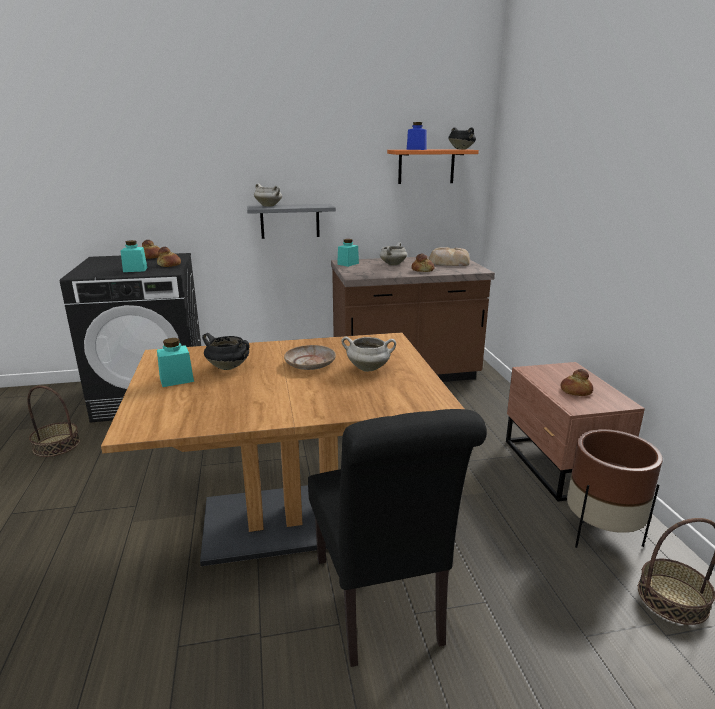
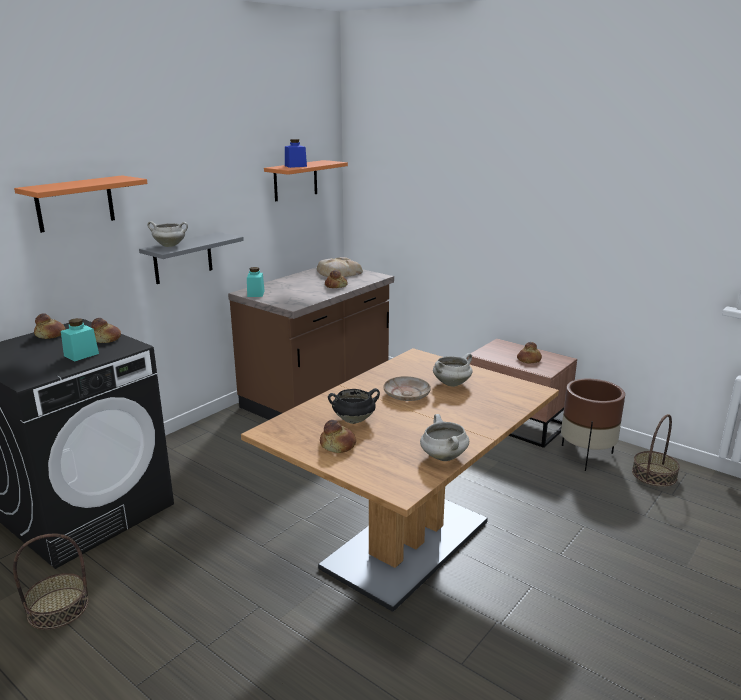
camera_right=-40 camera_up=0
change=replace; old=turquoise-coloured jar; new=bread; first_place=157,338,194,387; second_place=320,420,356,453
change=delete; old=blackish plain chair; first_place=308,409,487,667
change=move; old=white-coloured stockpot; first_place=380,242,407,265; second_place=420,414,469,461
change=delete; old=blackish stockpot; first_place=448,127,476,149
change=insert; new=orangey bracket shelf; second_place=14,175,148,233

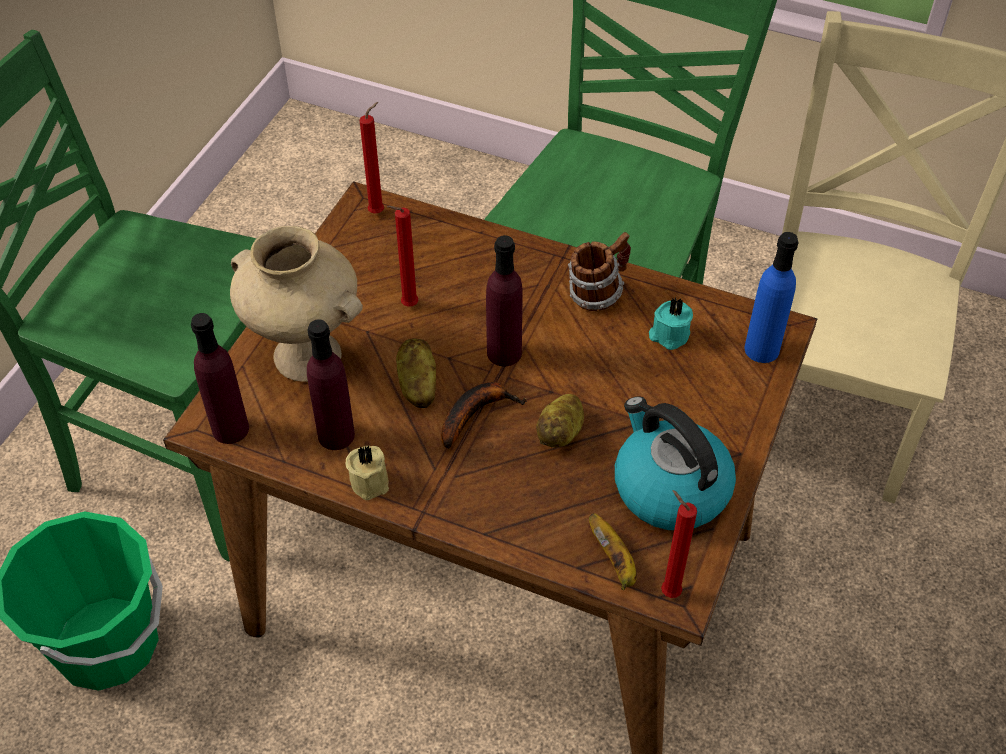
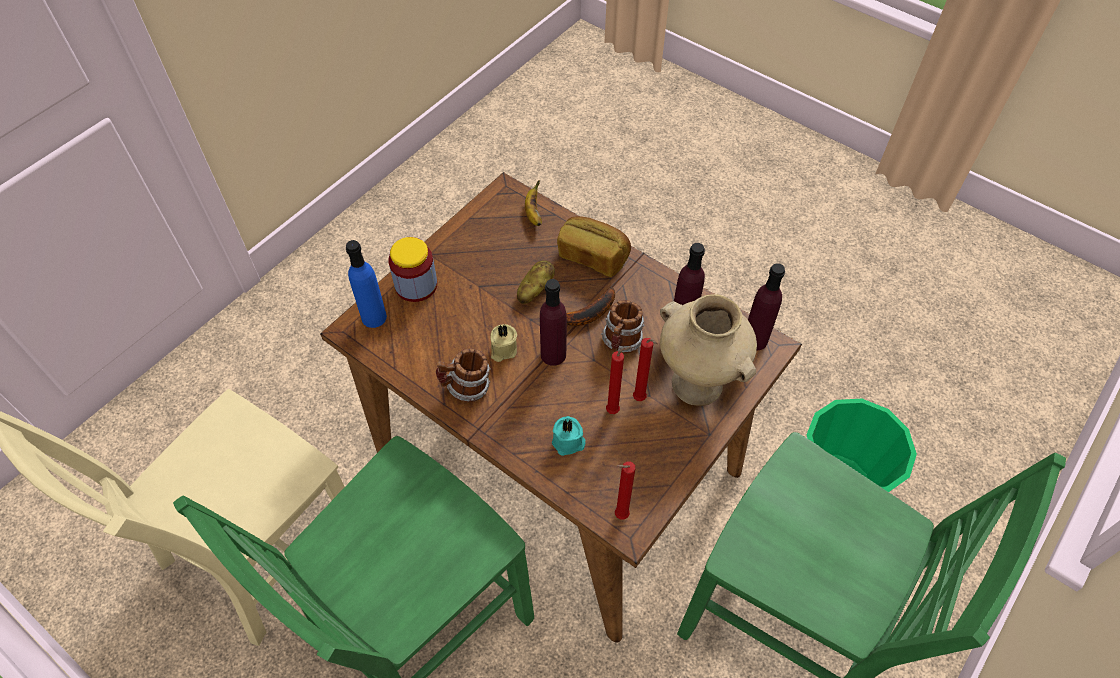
camera_right=-165 camera_up=5
change=move; old=sand-coloured wax candle; first_place=346,446,389,500; second_place=490,324,517,362
change=replace; old=spud; new=coffee mug; first_place=396,338,436,408; second_place=601,300,644,354
change=delete; old=tea kettle; first_place=615,396,736,530
change=move; old=turquoise-coloured wax candle; first_place=649,297,693,350; second_place=552,416,586,456
change=move; old=red wax candle; first_place=661,490,697,598; second_place=633,338,658,401
change=insert; new=jar; second_place=388,237,437,302
change=insert; new=bread; second_place=557,216,631,277

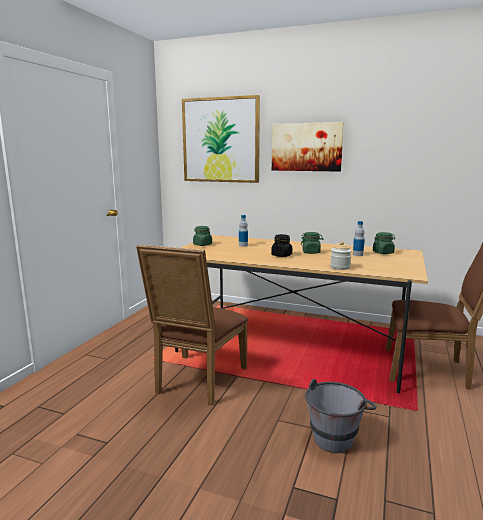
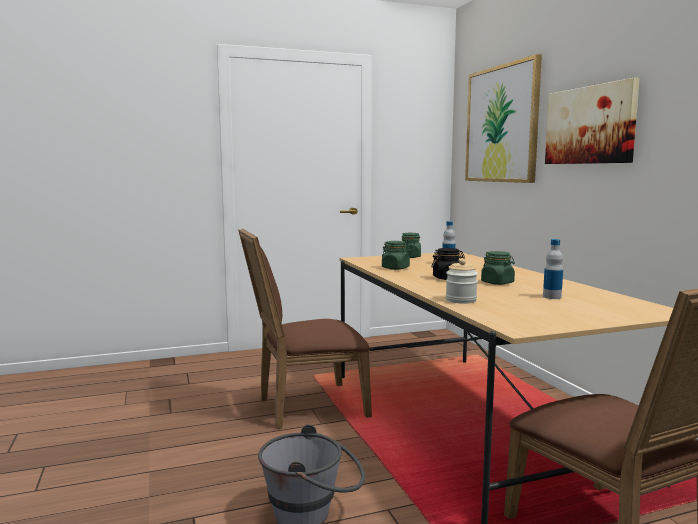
camera_right=50 camera_up=-5
change=move; old=greenish jar; first_place=373,232,395,254; second_place=382,241,411,270

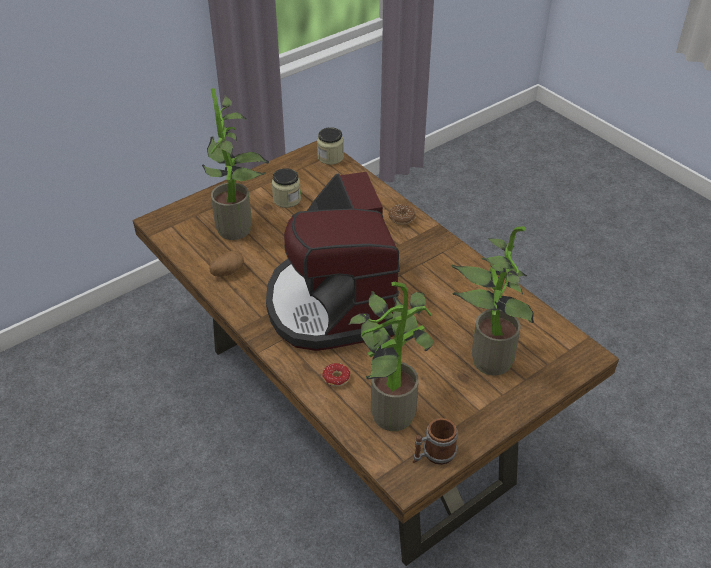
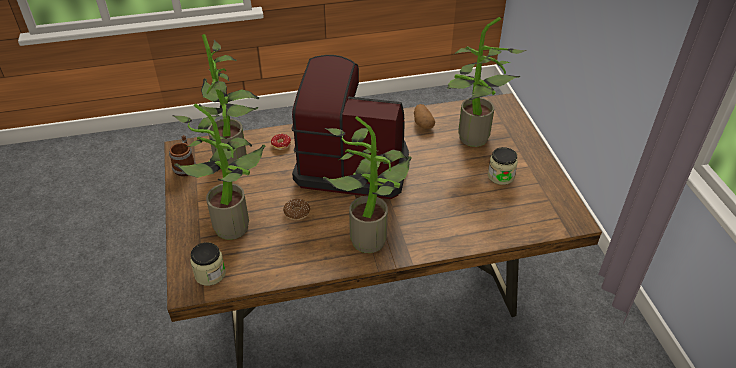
camera_right=115 camera_up=0
change=move; old=jar; first_place=317,127,344,165; second_place=190,242,226,286
change=move; old=donut; first_place=388,204,416,225; second_place=283,199,310,220
change=insert; new=houseplant; second_place=323,116,411,253

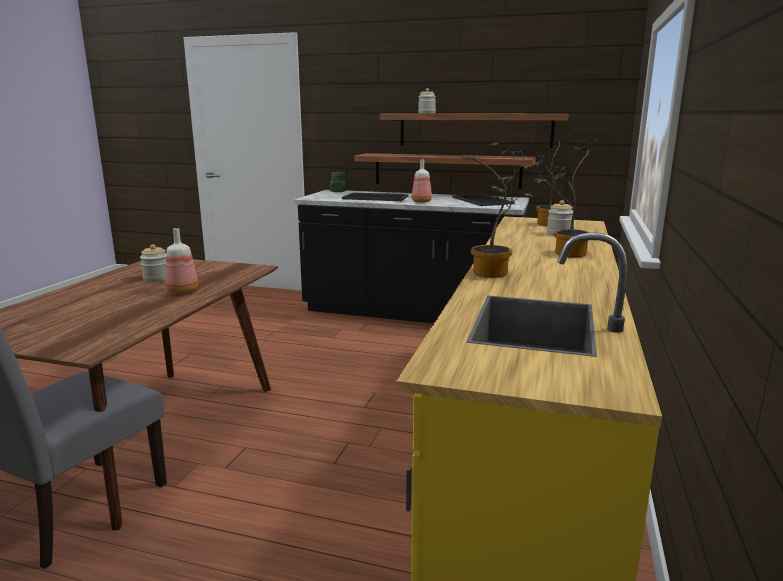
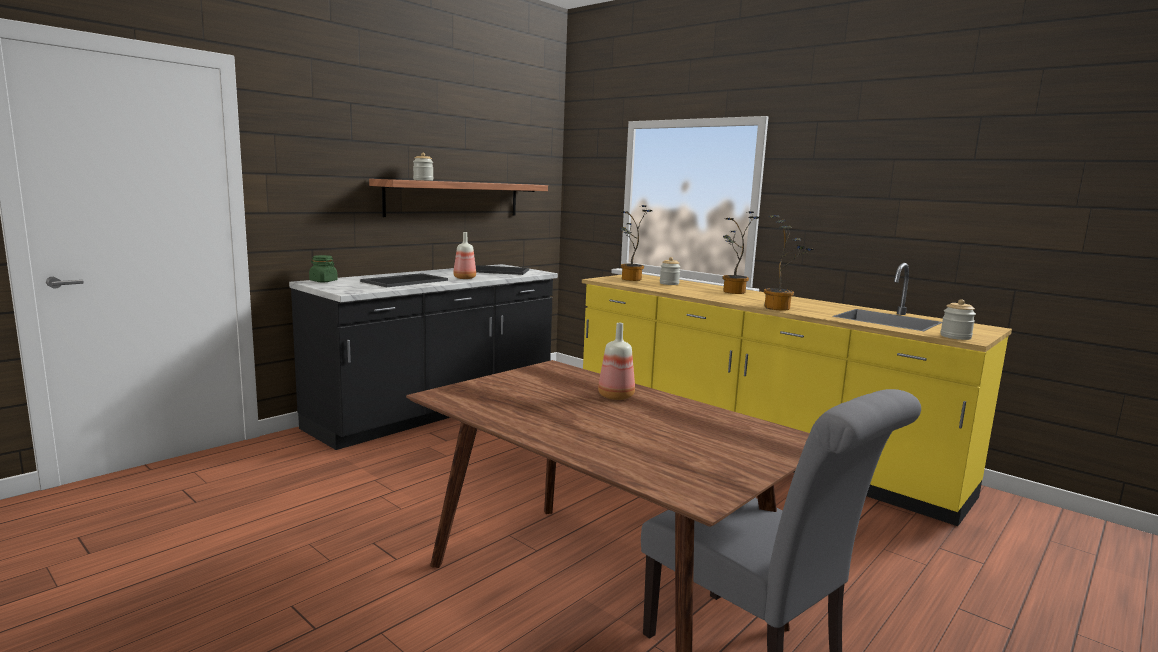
camera_right=-65 camera_up=-5
change=move; old=jar; first_place=140,244,166,282; second_place=940,299,976,340
change=delete; old=bracket shelf; first_place=354,153,536,189

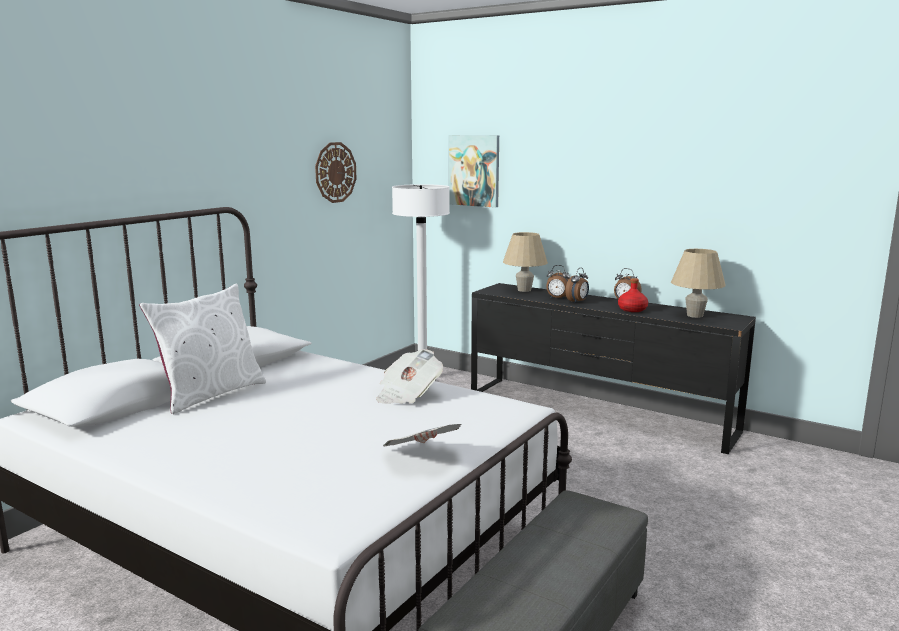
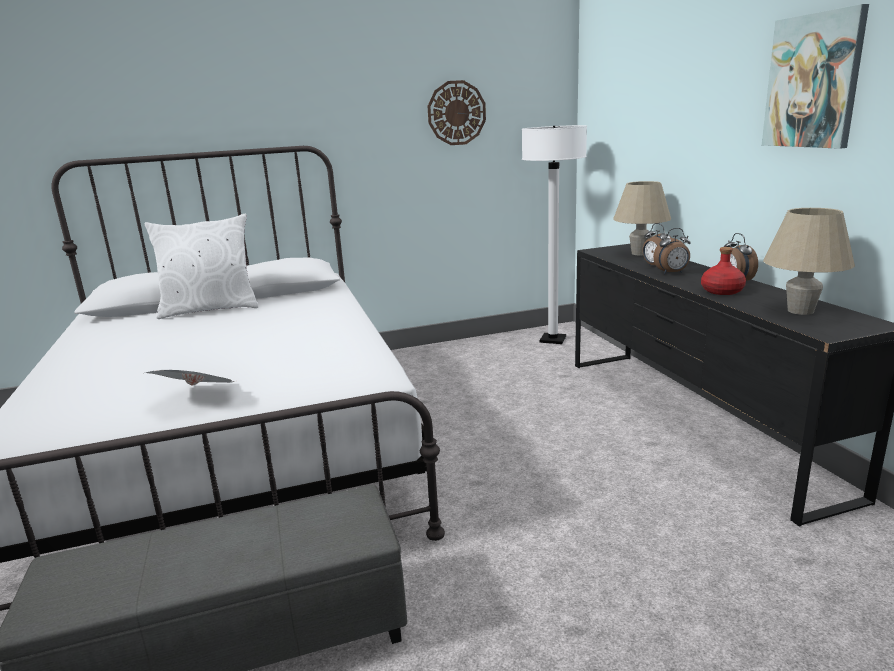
camera_right=40 camera_up=5
change=delete; old=newspaper; first_place=376,349,443,404
change=move; old=picture; first_place=449,135,499,208; second_place=762,4,869,149

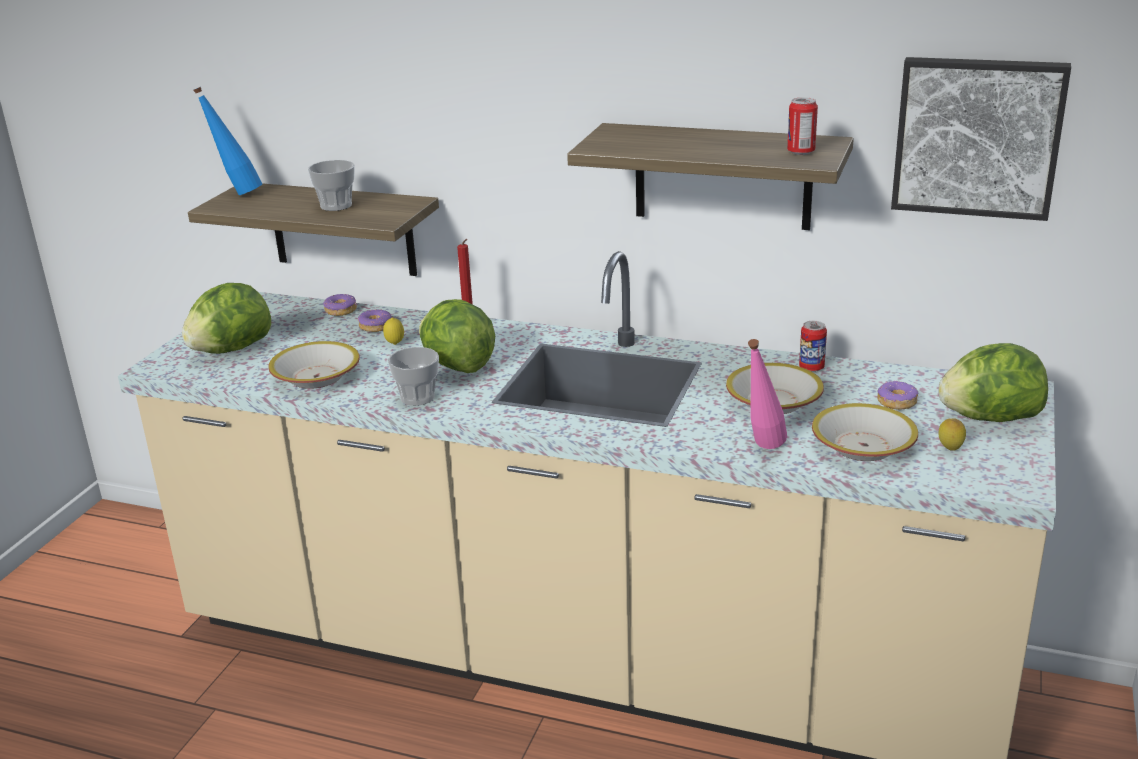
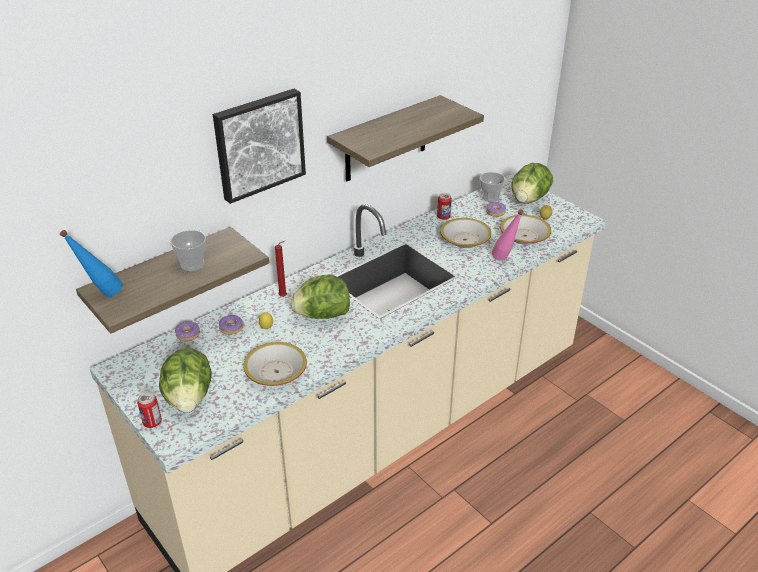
camera_right=-60 camera_up=10
change=move; old=drinking cup; first_place=388,347,439,406; second_place=480,172,505,202
change=move; old=sealed can; first_place=787,97,818,155; second_place=137,392,162,428
change=move; old=picture; first_place=891,57,1071,221; second_place=213,89,306,204

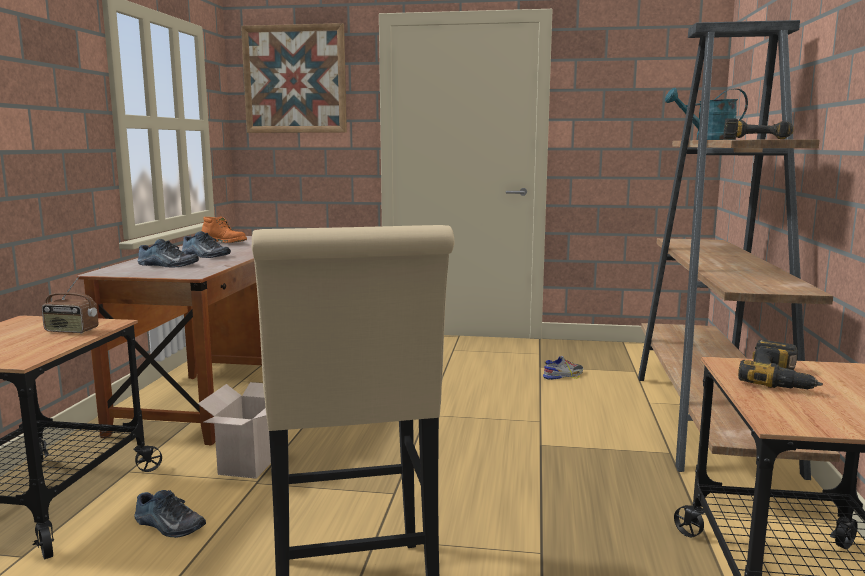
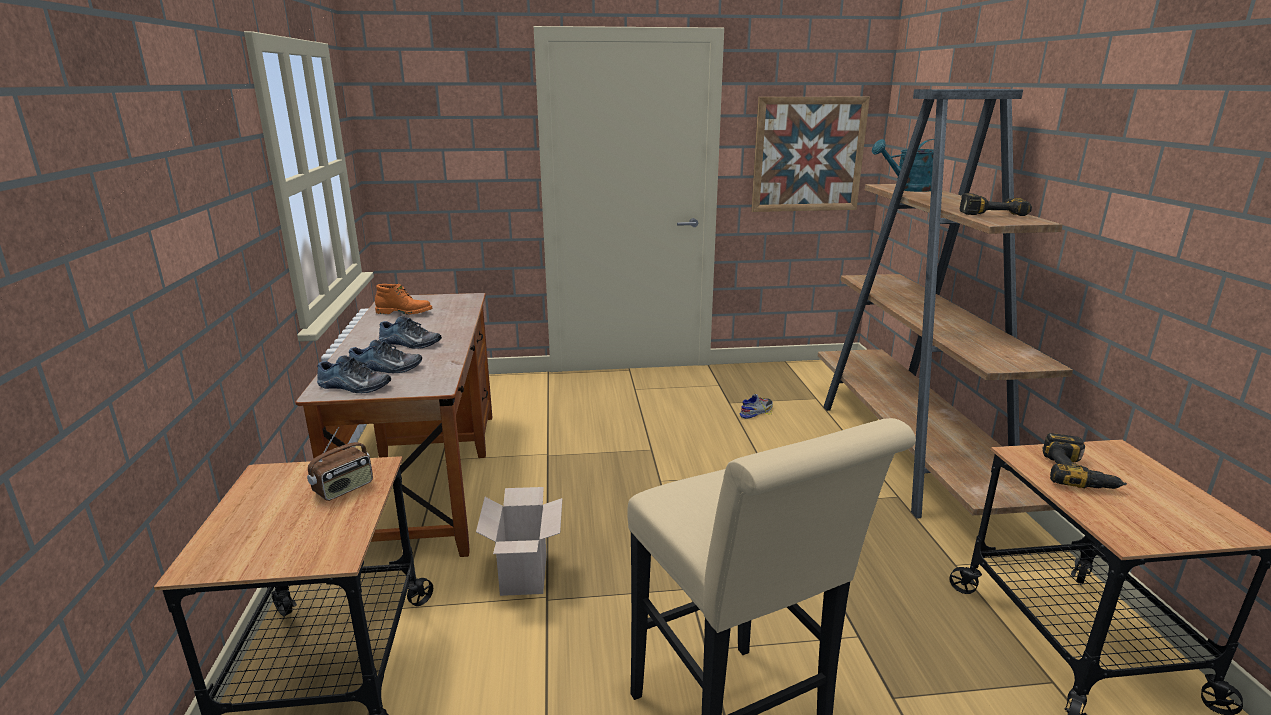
camera_right=-15 camera_up=10
change=rotate; old=radio; first_place=42,276,98,334; second_place=307,427,373,501; degrees=-45
change=move; old=low shoe; first_place=134,490,206,538; second_place=317,355,391,393
change=move; old=picture; first_place=241,23,347,133; second_place=751,97,870,212

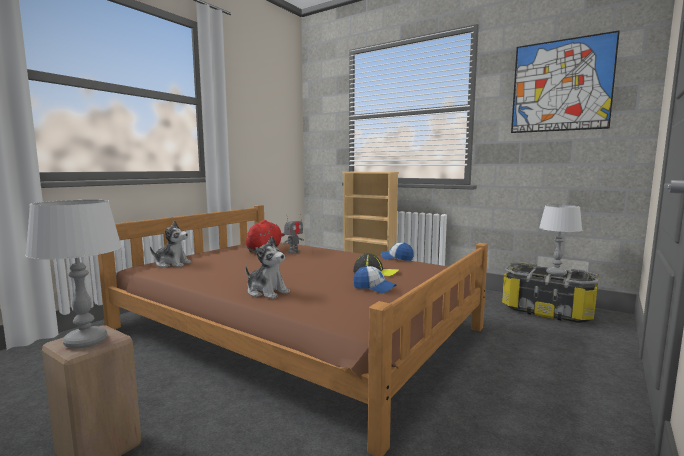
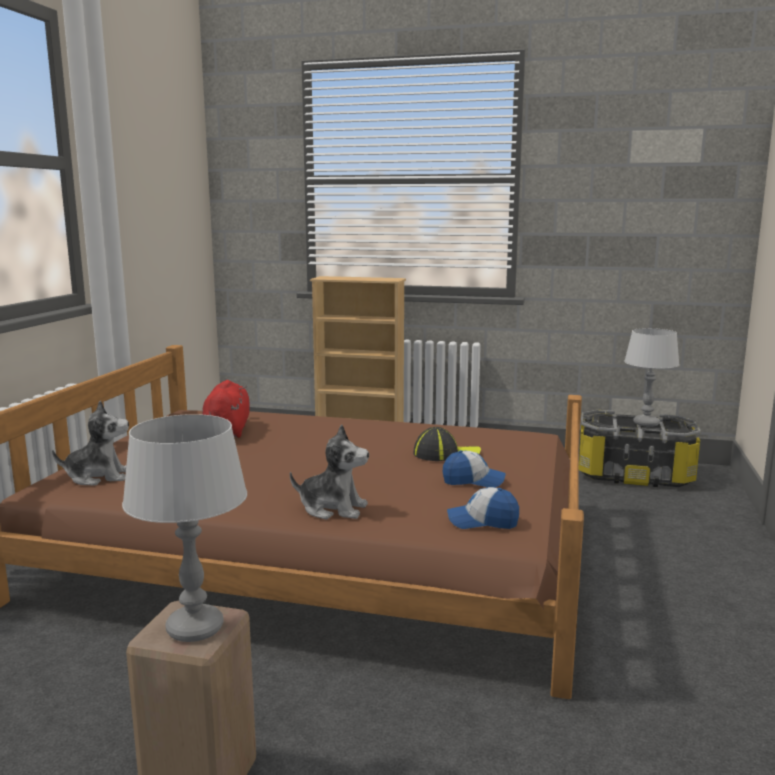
camera_right=-20 camera_up=5
change=delete; old=toy robot; first_place=282,214,304,254
change=move; old=peaked cap; first_place=381,243,414,261; second_place=447,487,519,529
change=delete; old=picture; first_place=511,30,620,133

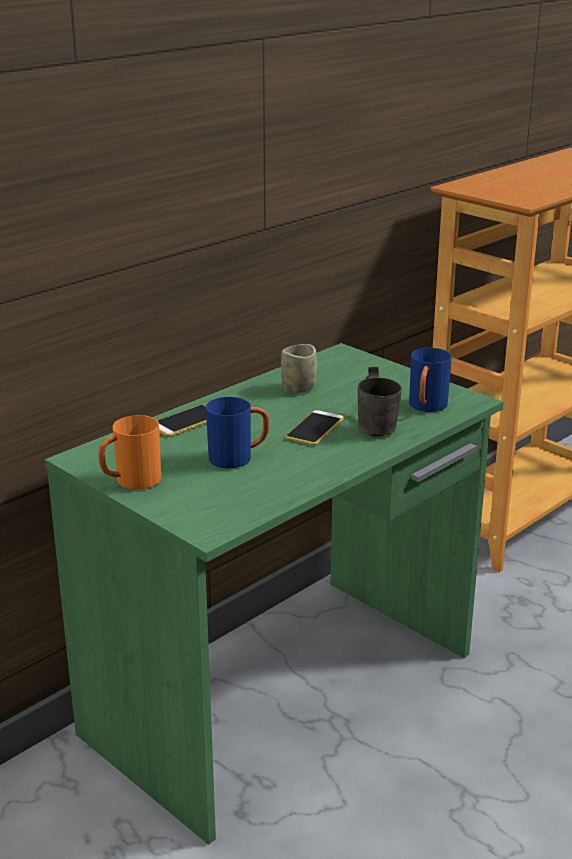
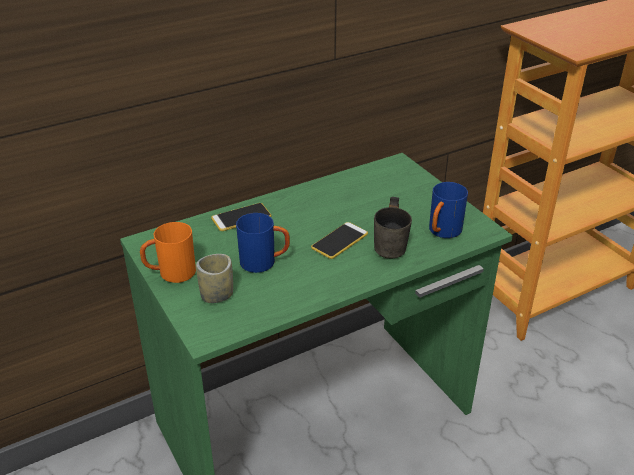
camera_right=15 camera_up=10
change=move; old=drinking cup; first_place=281,344,317,394; second_place=196,254,233,303

